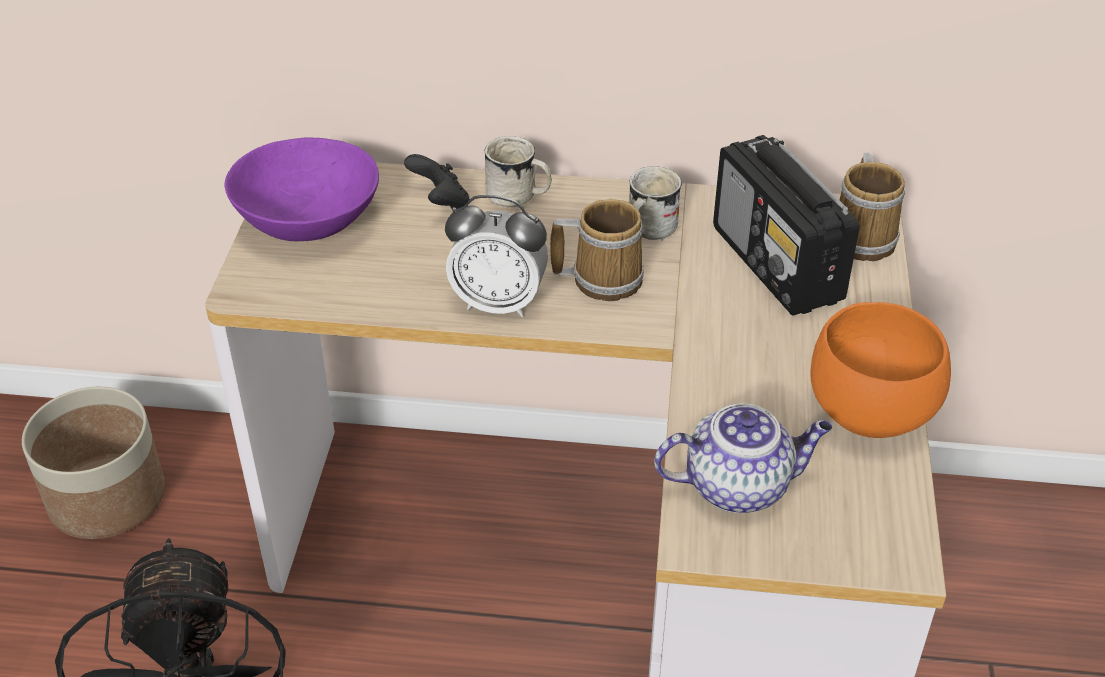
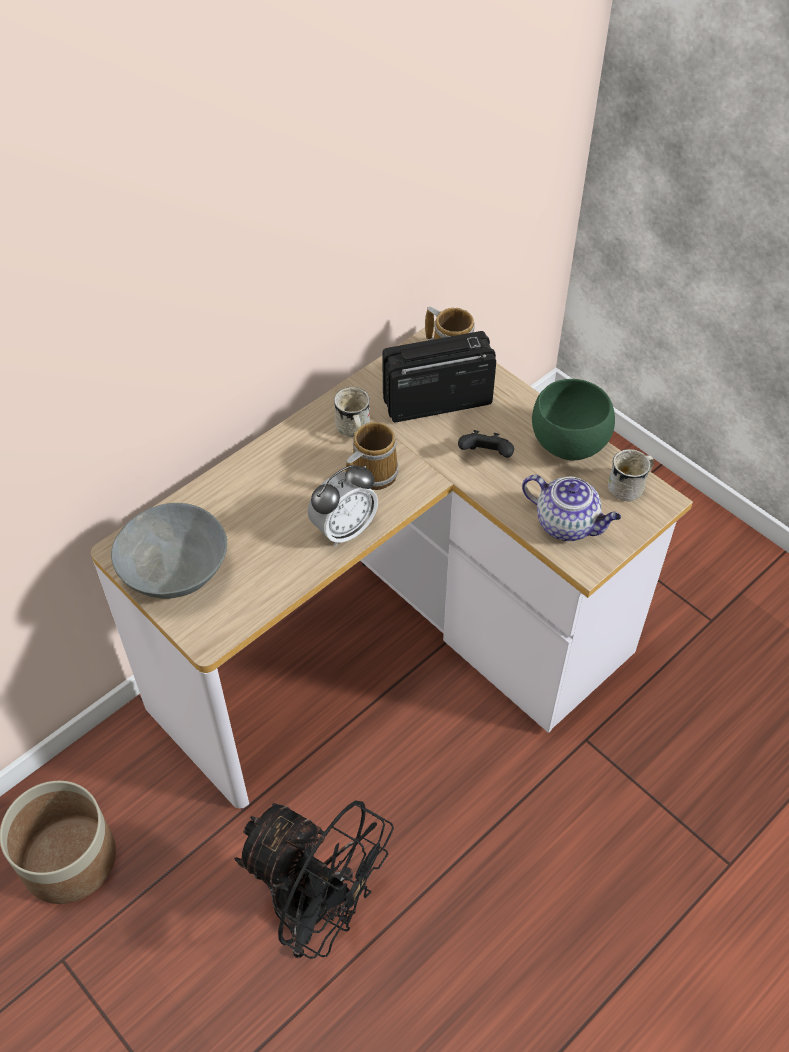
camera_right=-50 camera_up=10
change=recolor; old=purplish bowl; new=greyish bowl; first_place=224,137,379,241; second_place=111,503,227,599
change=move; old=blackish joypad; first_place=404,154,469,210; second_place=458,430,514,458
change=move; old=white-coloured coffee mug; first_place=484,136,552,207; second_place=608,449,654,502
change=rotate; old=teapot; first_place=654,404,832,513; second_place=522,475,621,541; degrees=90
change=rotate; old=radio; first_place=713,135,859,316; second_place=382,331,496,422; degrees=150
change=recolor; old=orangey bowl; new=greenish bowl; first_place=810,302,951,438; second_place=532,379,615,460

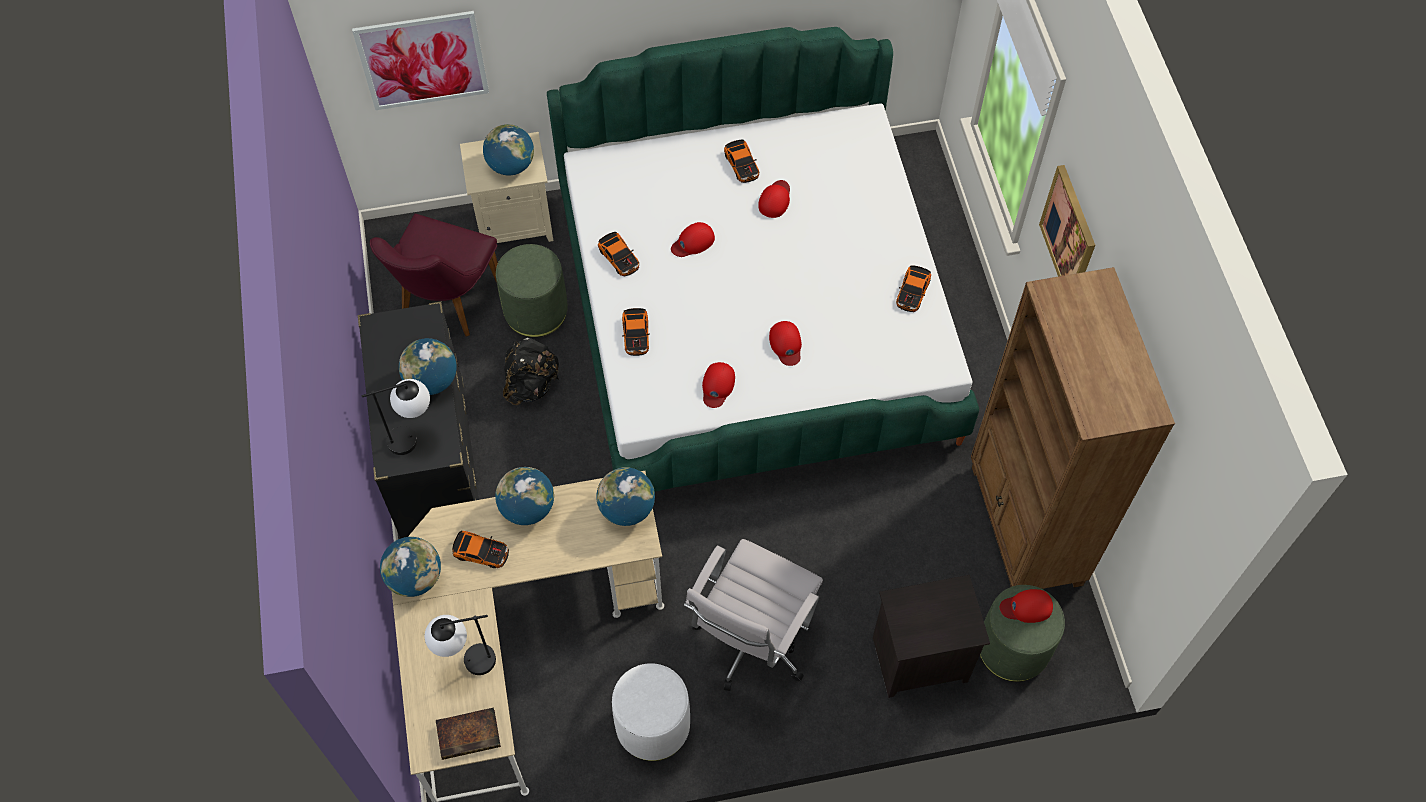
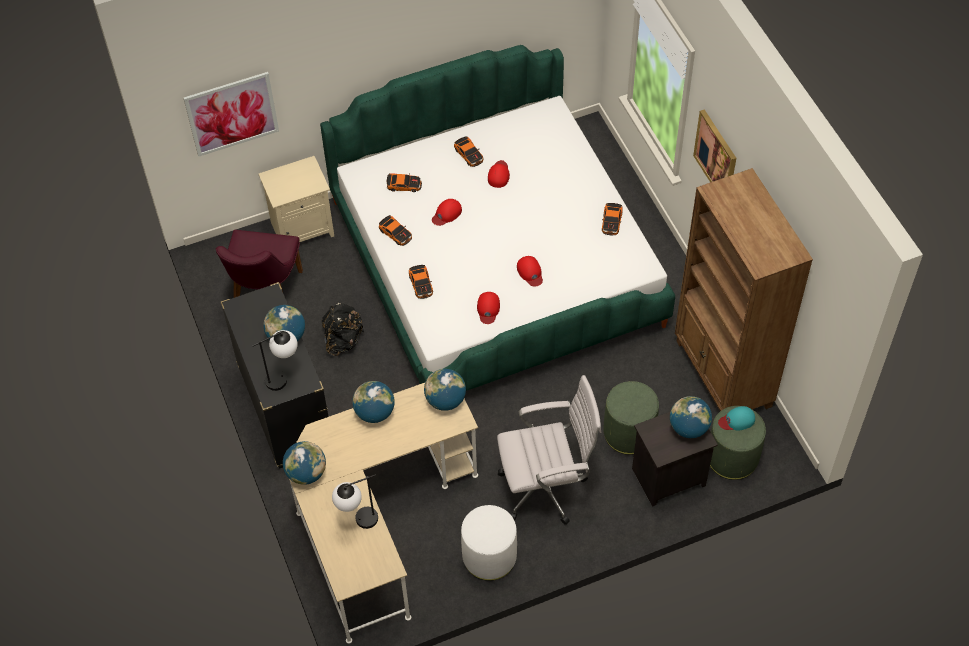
camera_right=-10 camera_up=-5
change=delete; old=volume; first_place=436,707,501,760
change=move; old=miniature car; first_place=452,531,509,568; second_place=387,173,422,192
change=move; old=world globe; first_place=483,124,534,176; second_place=670,396,712,438
change=move; old=greenish footrest; first_place=496,244,568,337; second_place=603,381,659,455
change=rotate; old=white-coloured computer chair; first_place=684,539,823,691; second_place=497,375,601,525; degrees=-120
change=recolor; old=red peaked cap; new=turquoise-coloured peaked cap; first_place=1000,589,1053,623; second_place=718,406,755,430

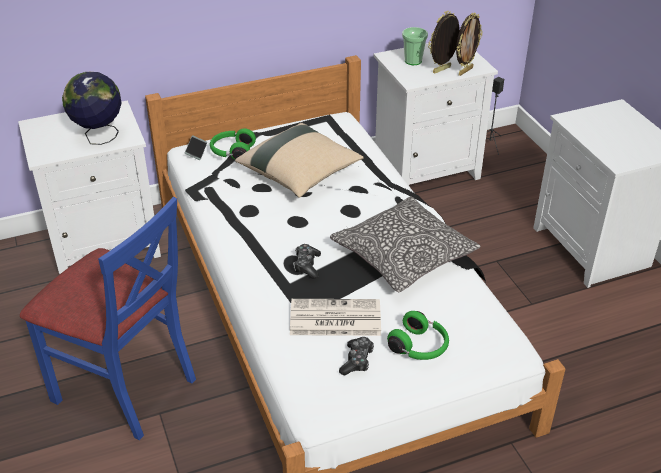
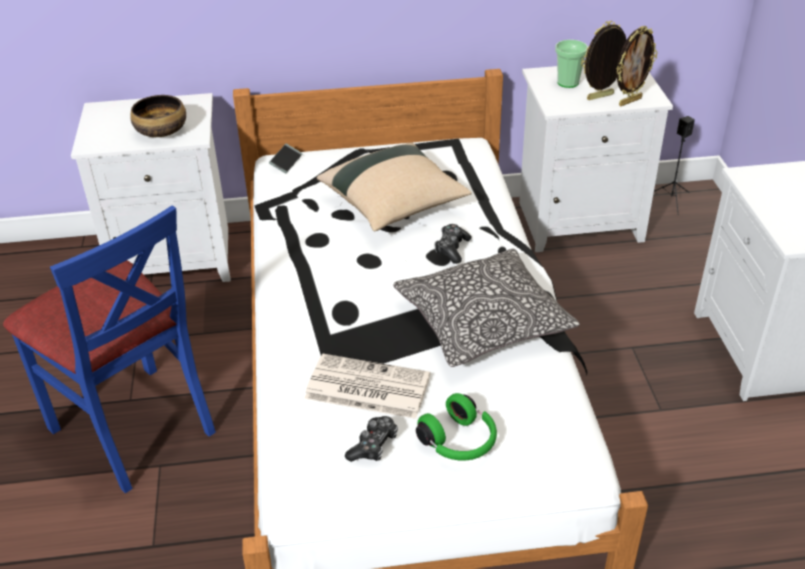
camera_right=15 camera_up=0
change=replace; old=world globe; new=bowl; first_place=62,72,122,145; second_place=130,95,186,137
change=delete; old=greenish pair of headphones; first_place=210,128,256,160
change=move; old=joypad; first_place=293,244,321,279; second_place=434,224,471,264

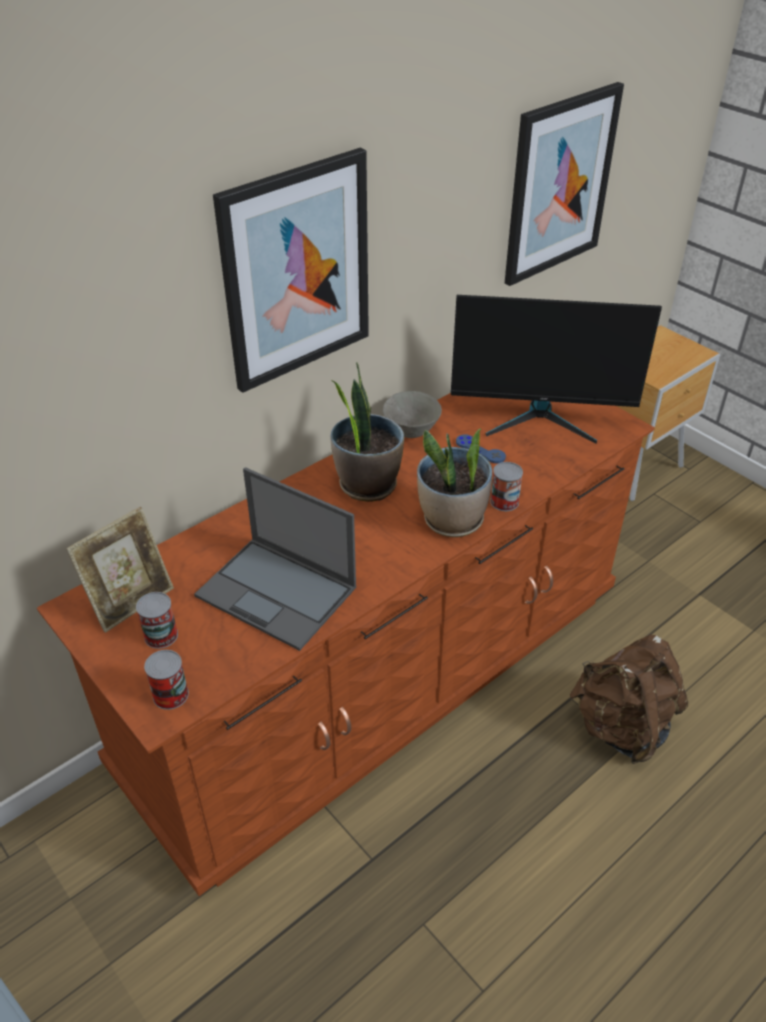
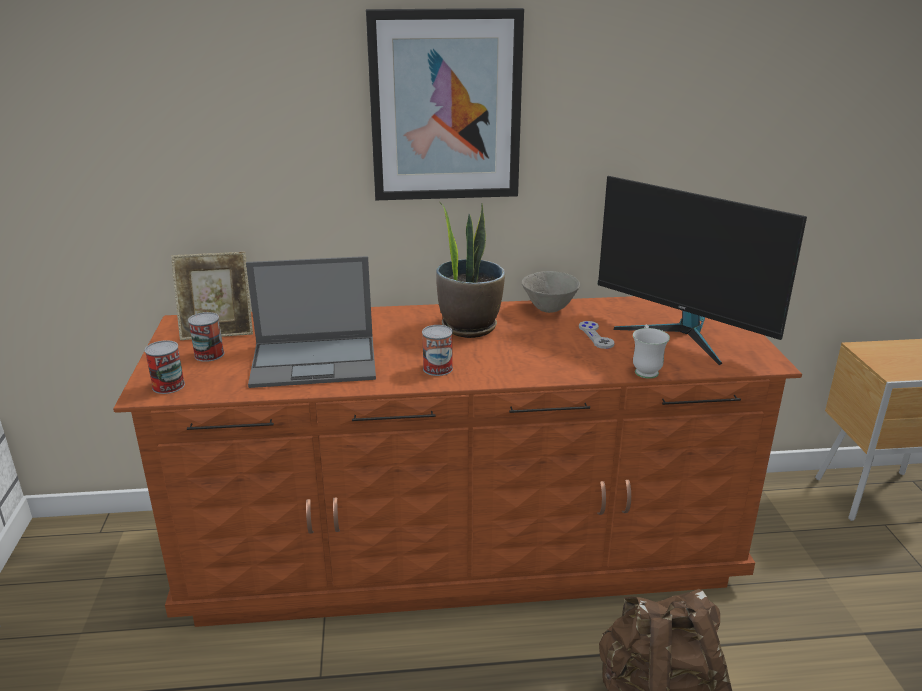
camera_right=35 camera_up=-15
change=rotate; old=portable computer; first_place=194,467,356,651; second_place=246,256,376,388; degrees=-75
change=delete; old=houseplant; first_place=417,428,492,537
change=recolor; old=blue-coloured joypad; new=greyish joypad; first_place=456,434,506,463; second_place=579,321,615,349
change=move; old=sealed can; first_place=490,462,523,511; second_place=422,325,453,376
change=delete; old=picture; first_place=505,82,624,286
change=insert; new=white-coloured coffee mug; second_place=633,324,670,379

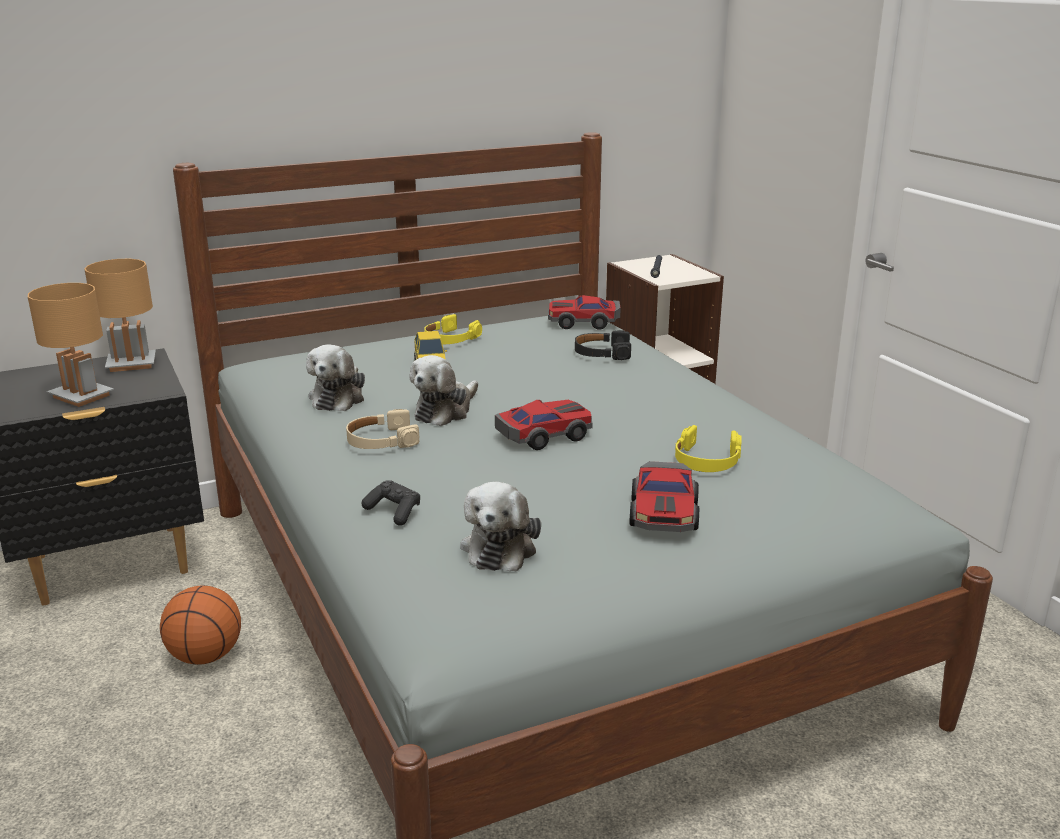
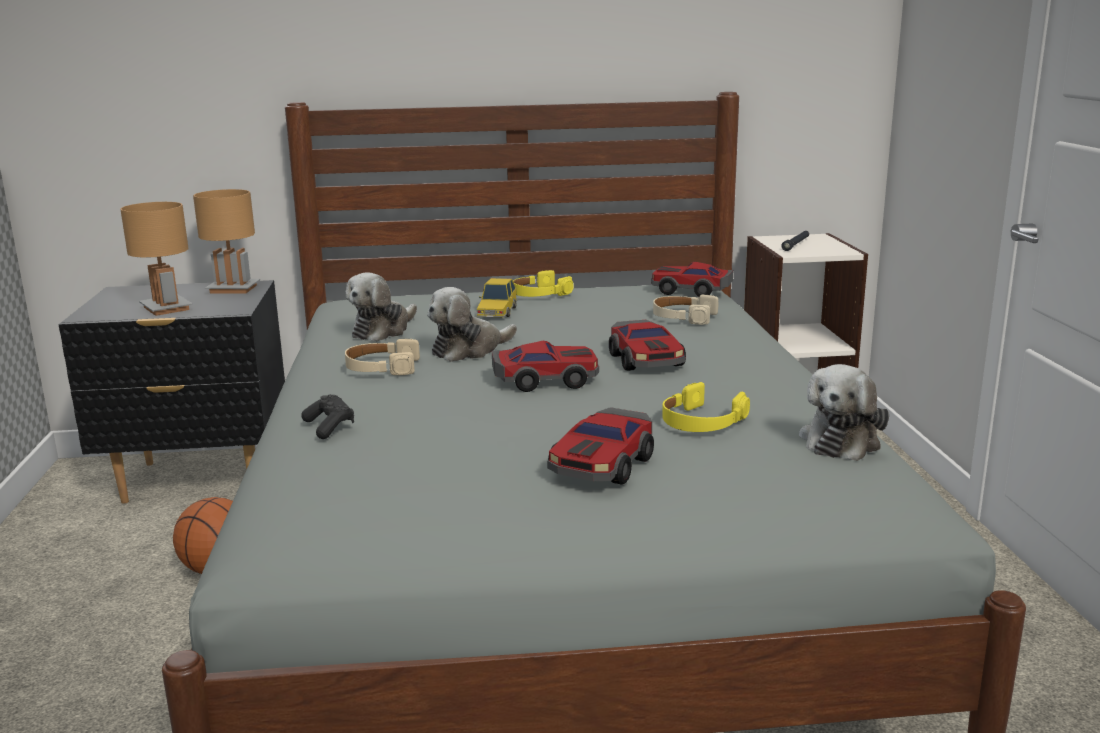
camera_right=20 camera_up=-5
change=move; old=cuddly toy; first_place=460,482,541,572; second_place=799,364,889,461
change=recolor; old=blackish pair of headphones; new=sand-coloured pair of headphones; first_place=575,330,631,360; second_place=653,295,718,325
change=insert; new=miniature car; second_place=609,320,686,371

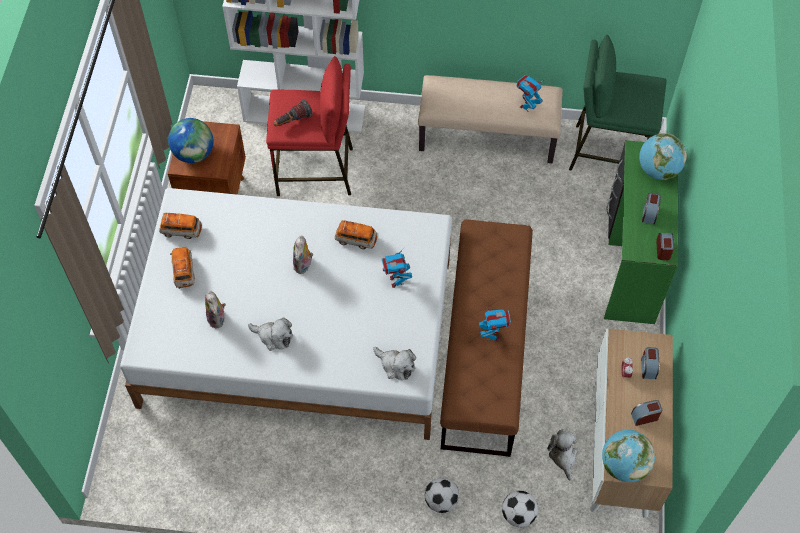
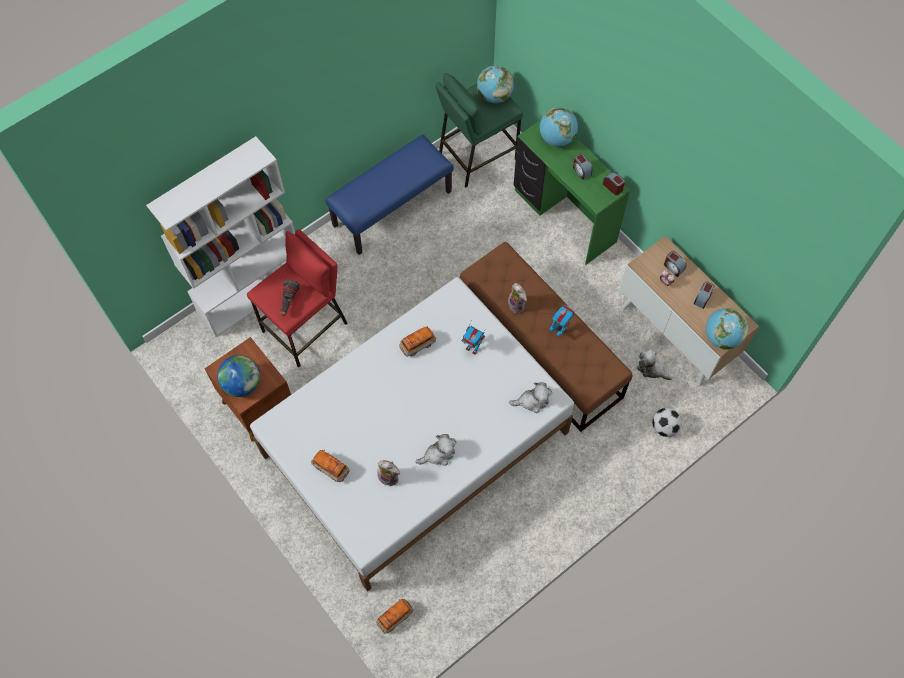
camera_right=-45 camera_up=5
change=move; old=miniature car; first_place=159,213,202,239; second_place=376,599,413,634
change=move; old=cuddly toy; first_place=293,236,313,274; second_place=508,283,527,313
change=recolor; old=sand-coloured indoor bench; new=blue-coloured indoor bench; first_place=418,75,563,163; second_place=325,135,454,255
change=delete; old=ball for football; first_place=425,478,459,513
change=delete; old=toy robot; first_place=516,75,544,112
change=insert; new=world globe; second_place=477,65,514,103

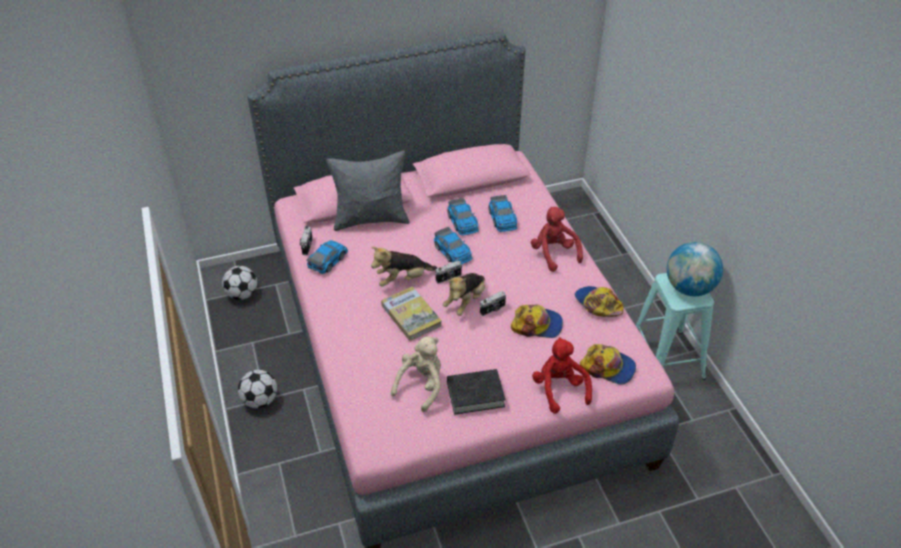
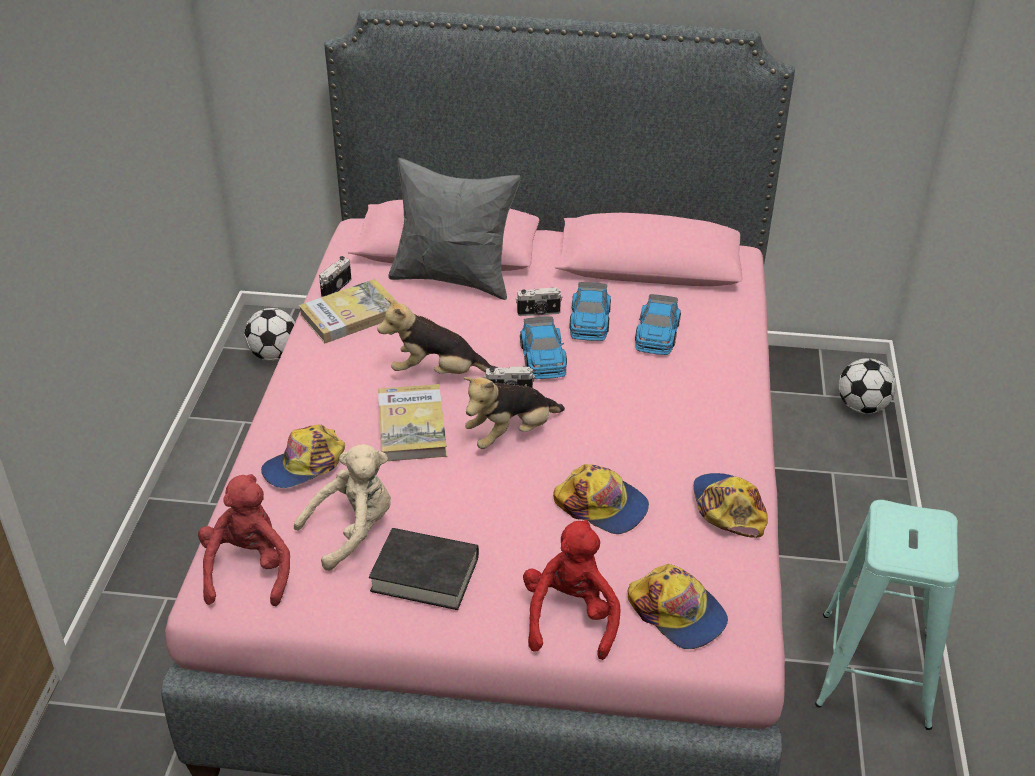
camera_right=25 camera_up=-5
change=move; old=ball for football; first_place=238,370,277,408; second_place=839,358,896,414
change=replace; old=miniature car; new=volume; first_place=307,240,348,274; second_place=299,279,398,343
change=move; old=still camera; first_place=480,291,506,316; second_place=516,287,562,316
change=move; old=red cuddly toy; first_place=531,207,583,272; second_place=198,474,290,606
change=delete; old=world globe; first_place=667,242,723,296
change=insert; new=peaked cap; second_place=261,425,345,488

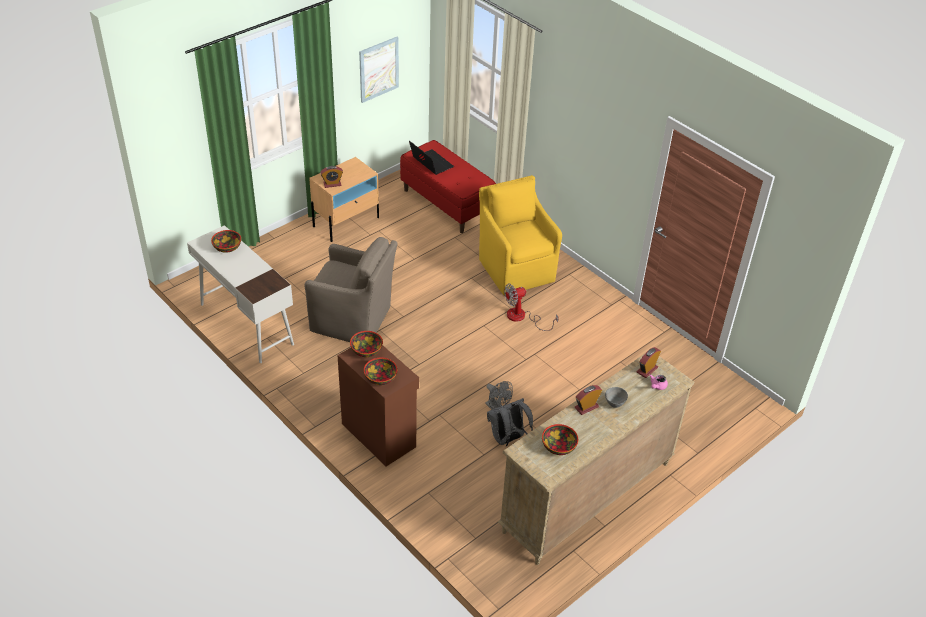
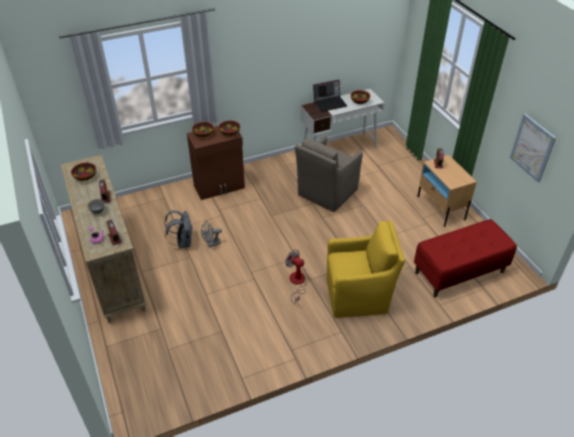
camera_right=110 camera_up=0
change=move; old=portable computer; first_place=409,141,454,175; second_place=313,80,347,112
change=rotate; old=fan; first_place=504,284,559,331; second_place=285,250,307,304; degrees=-45

